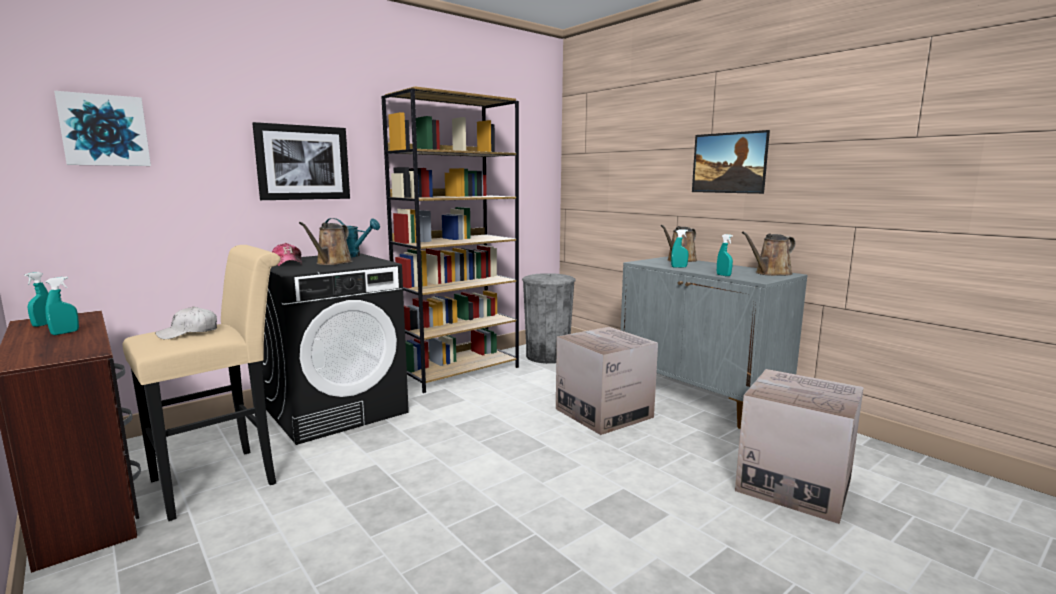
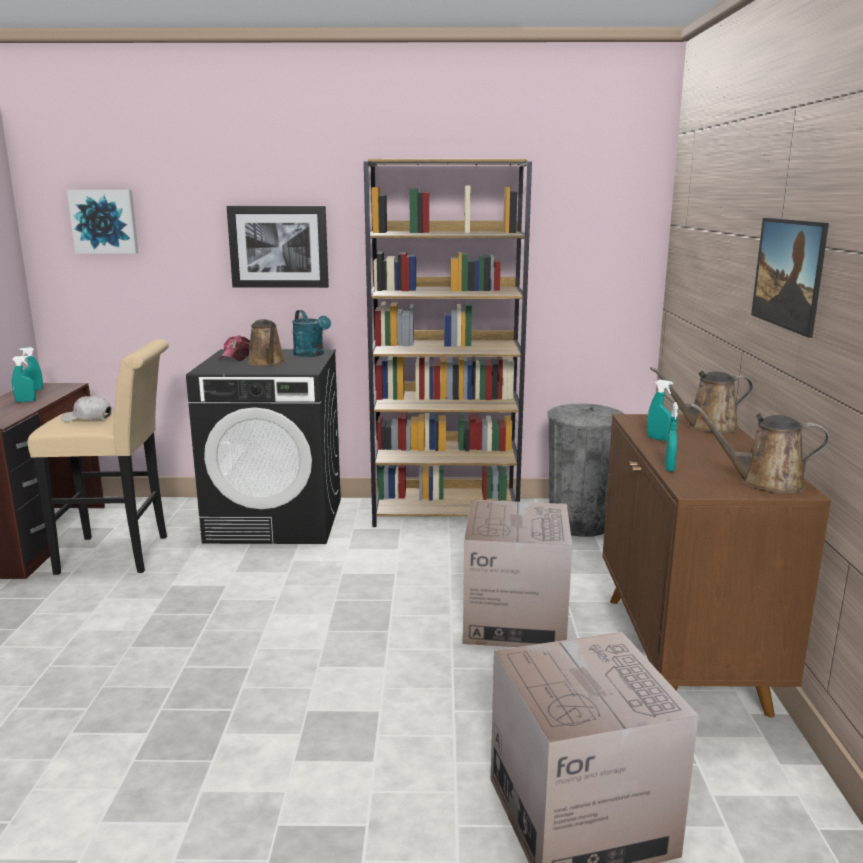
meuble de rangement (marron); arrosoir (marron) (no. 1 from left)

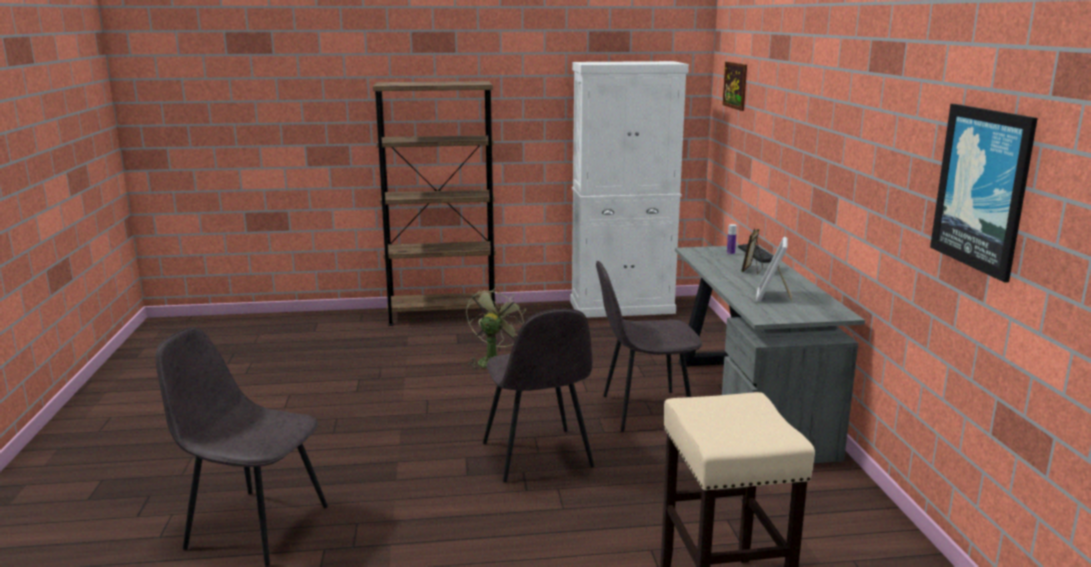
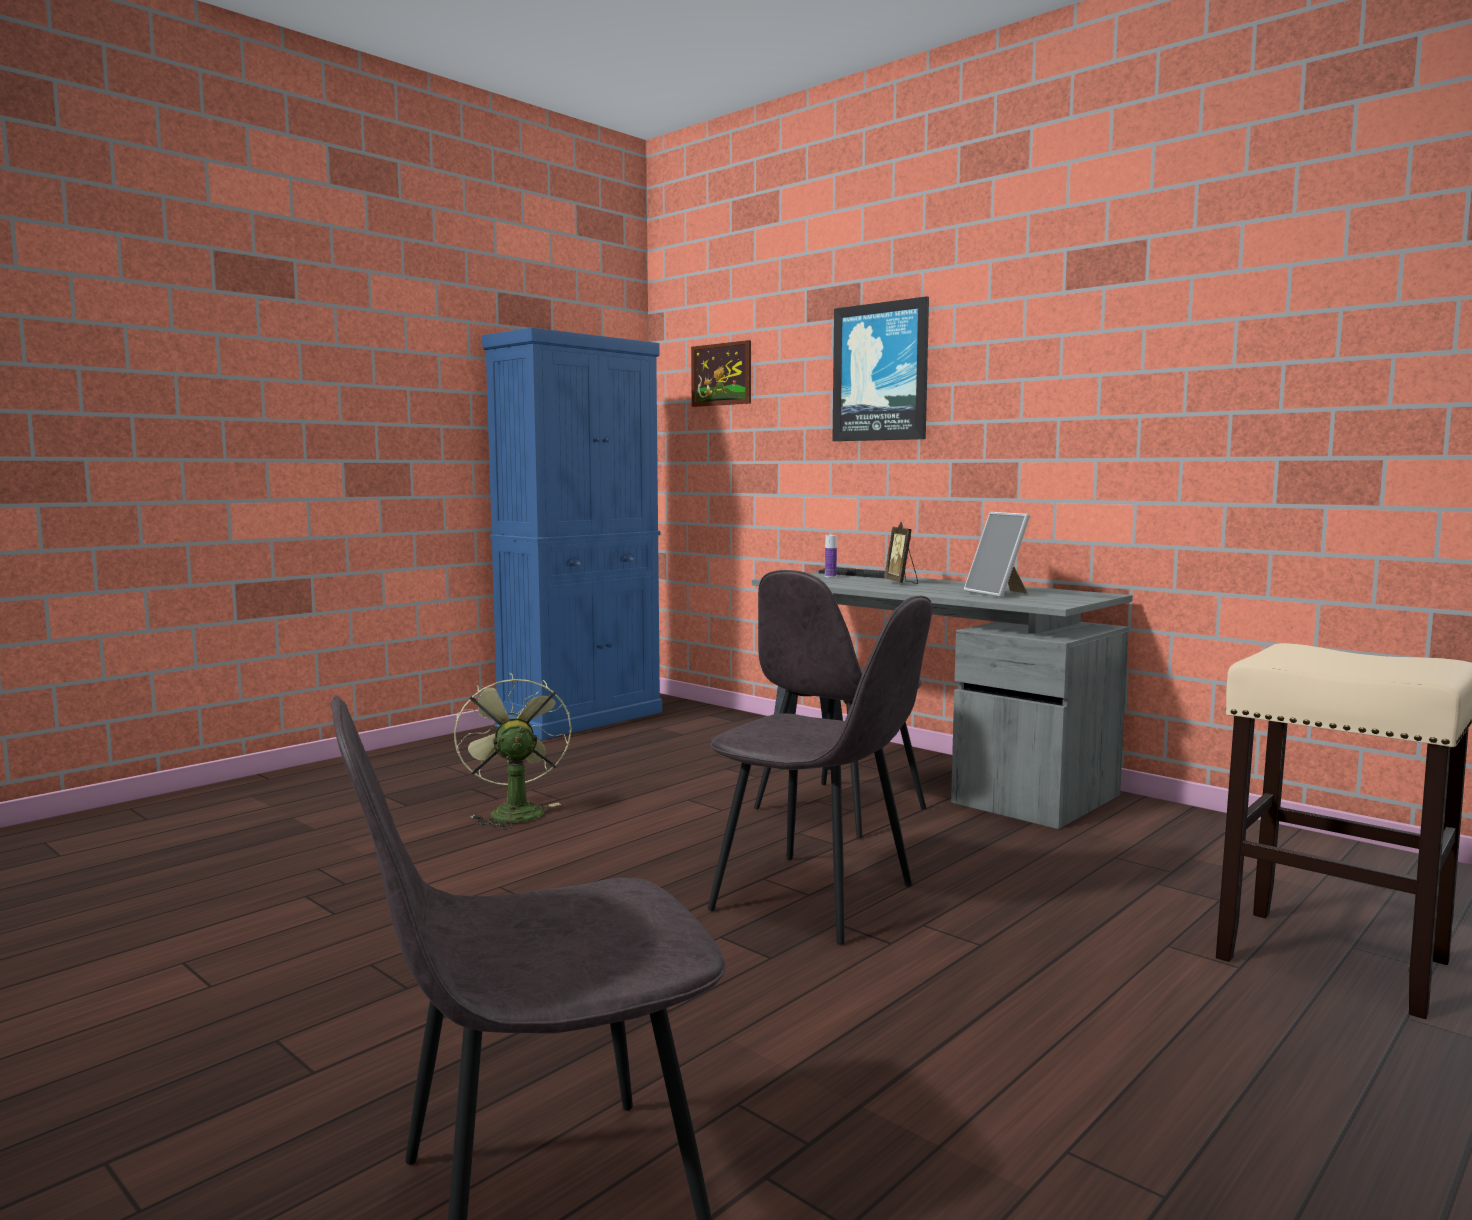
bibliothèque (marron); tableau (no. 2 from left); meuble de rangement (bleu)

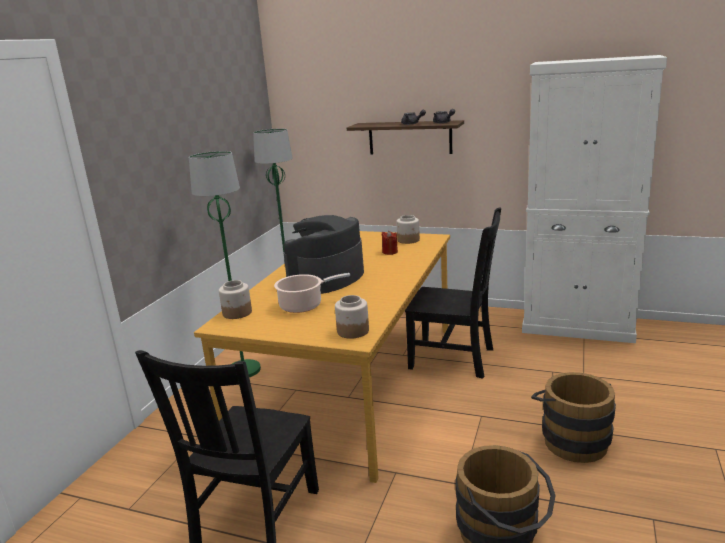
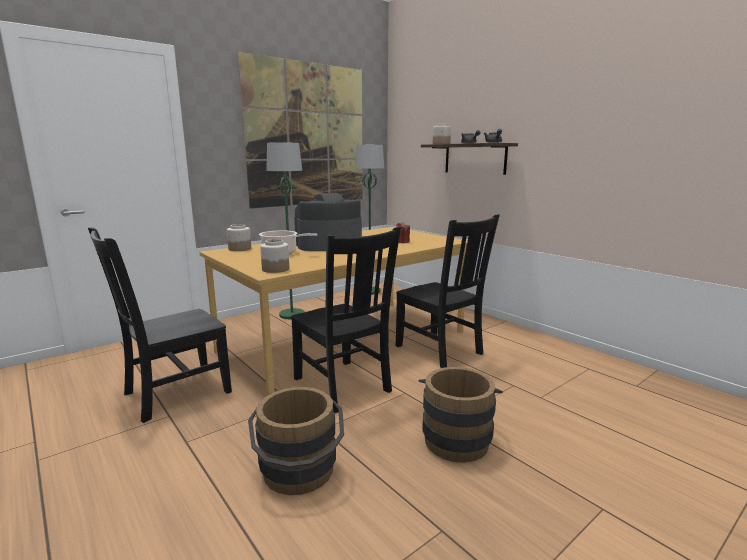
meuble de rangement (blanc); tableau; chaise (noir) (no. 2 from left); bocal (no. 3 from left)

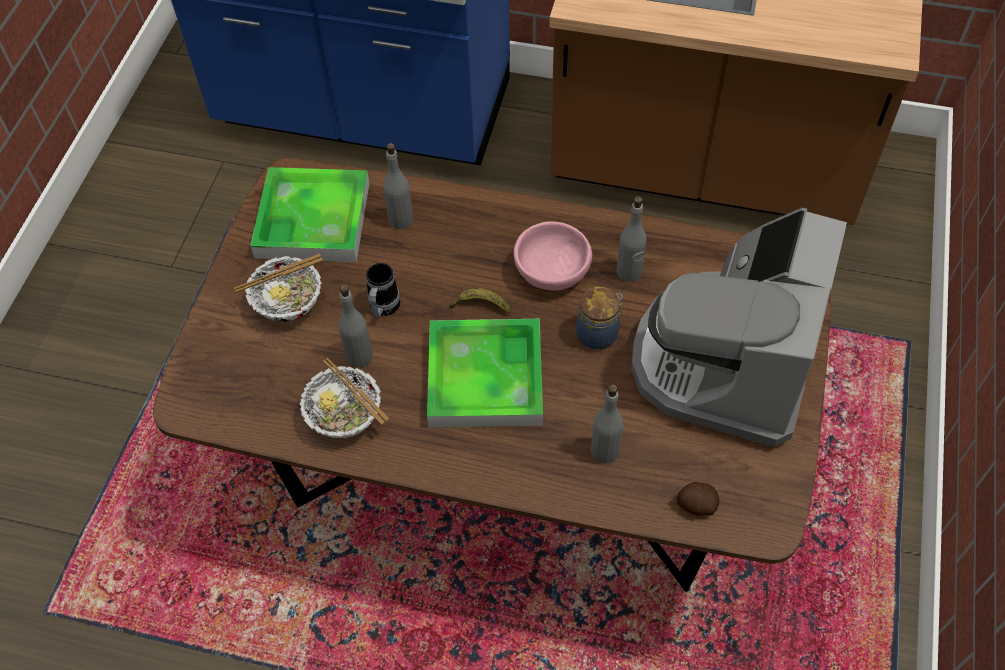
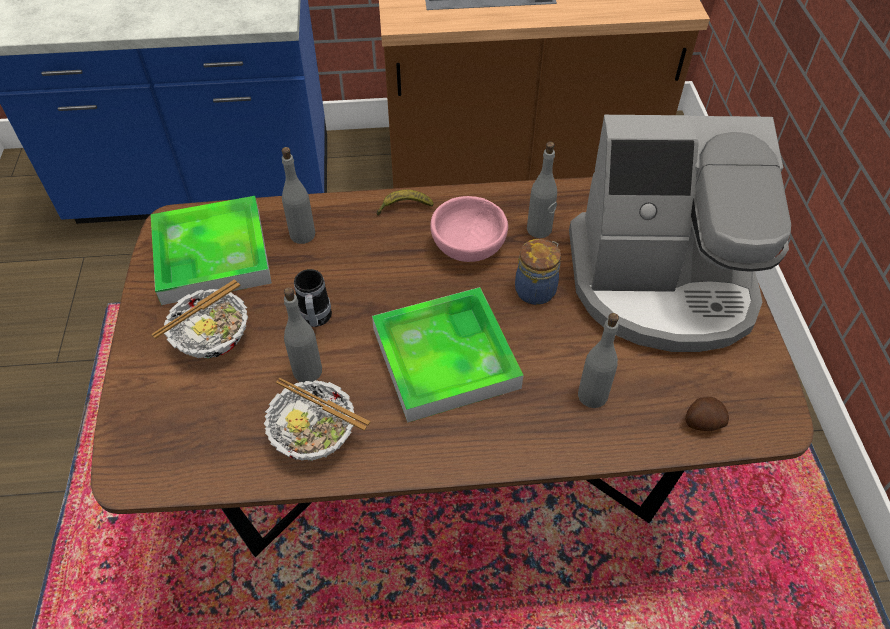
banane; machine à café

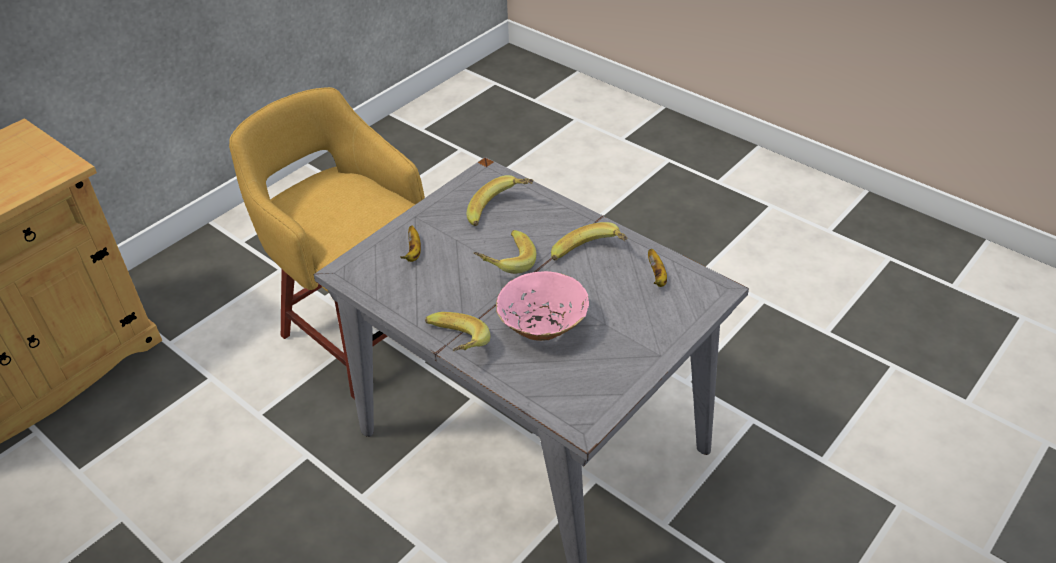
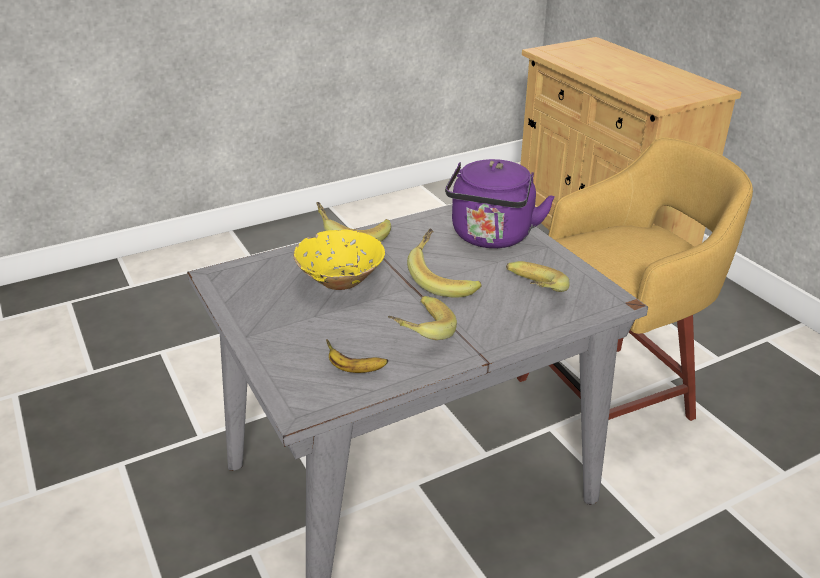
bouilloire (violet); bol (jaune)

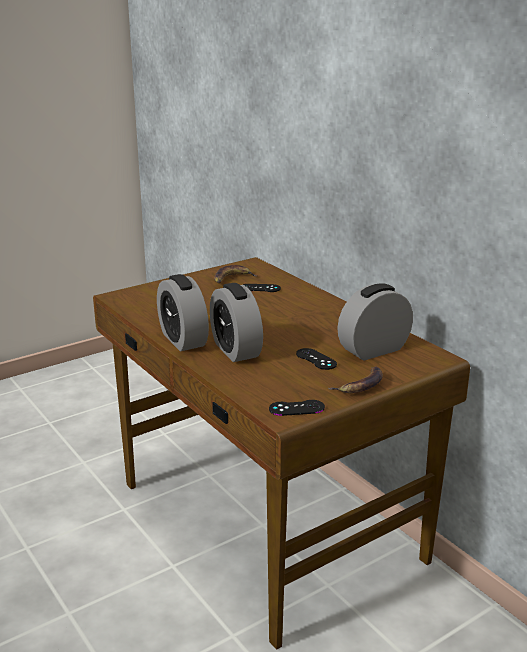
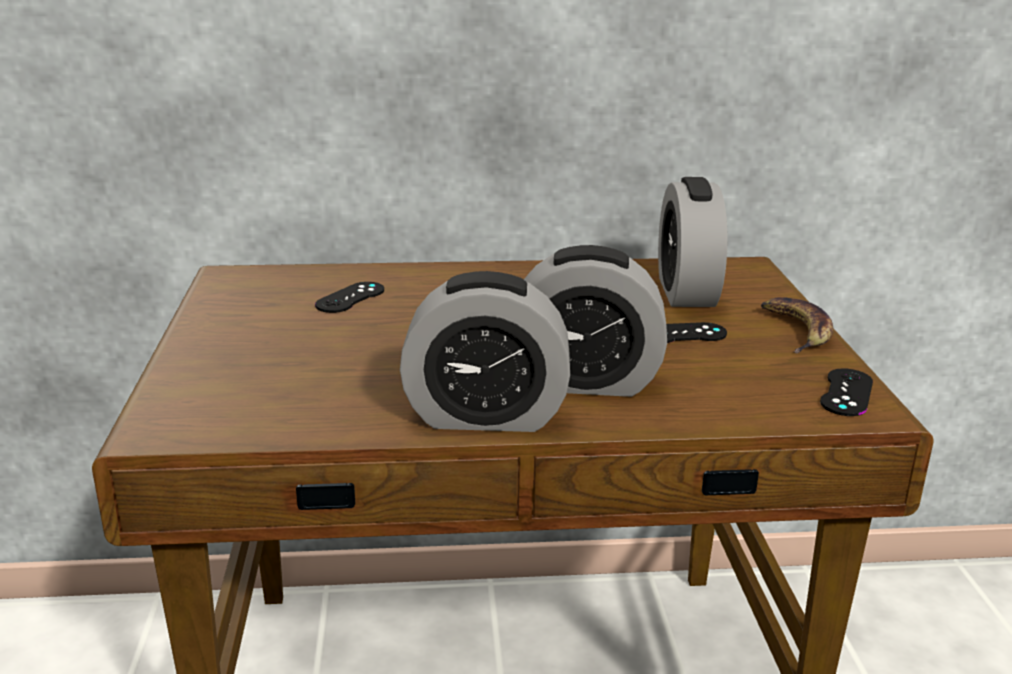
banane (no. 1 from left in the first image)

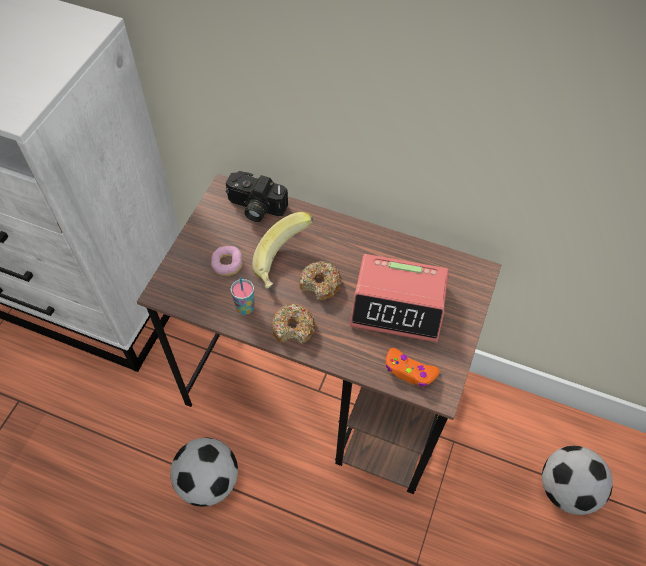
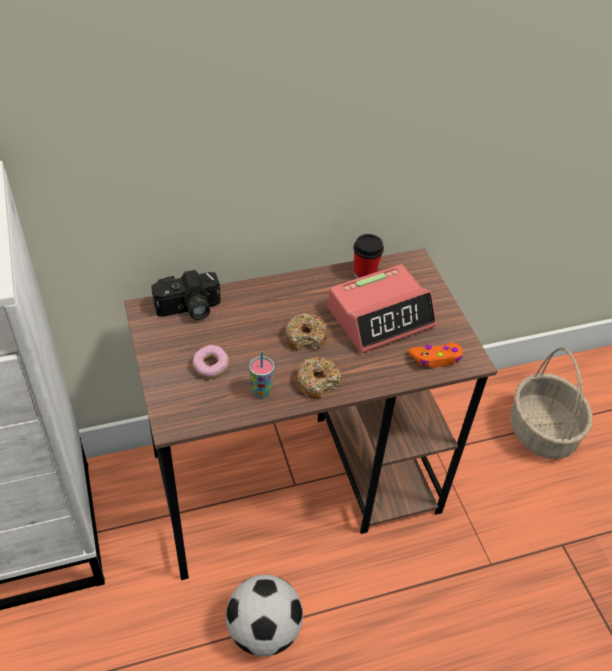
banane; tasse (no. 2 from left); panier

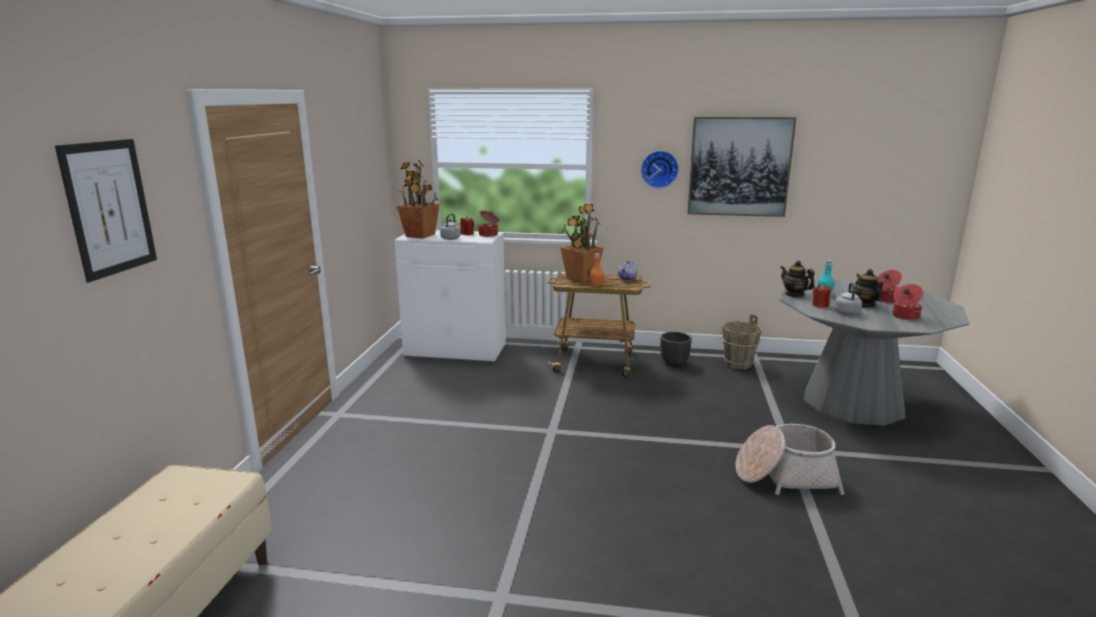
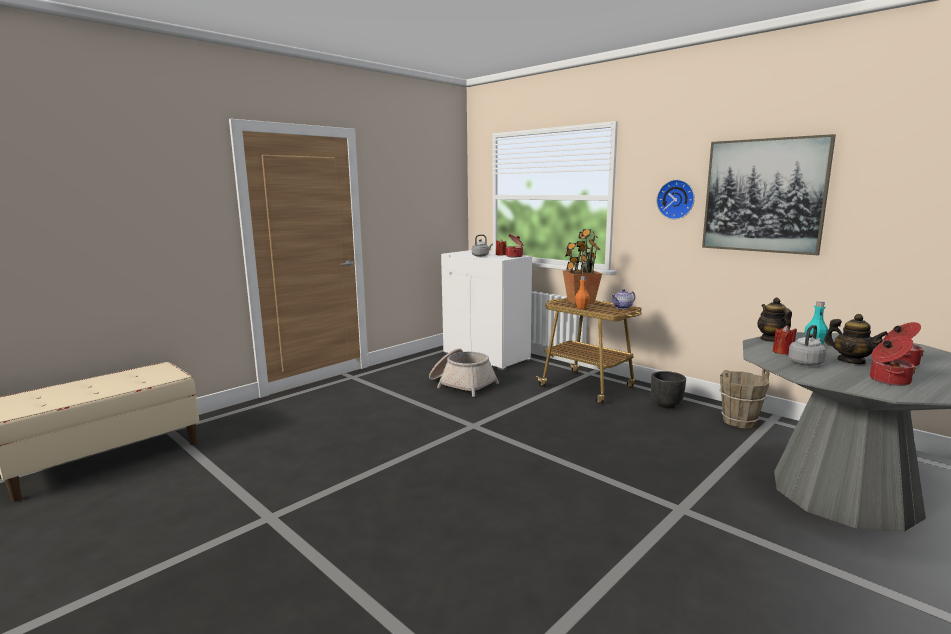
tableau (no. 1 from left in the first image); plante en pot (no. 1 from left in the first image); panier; théière (no. 3 from left)

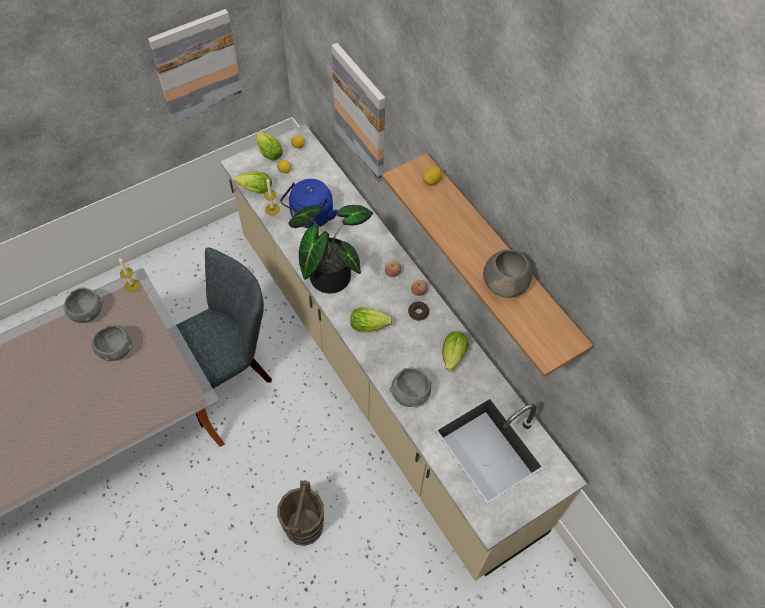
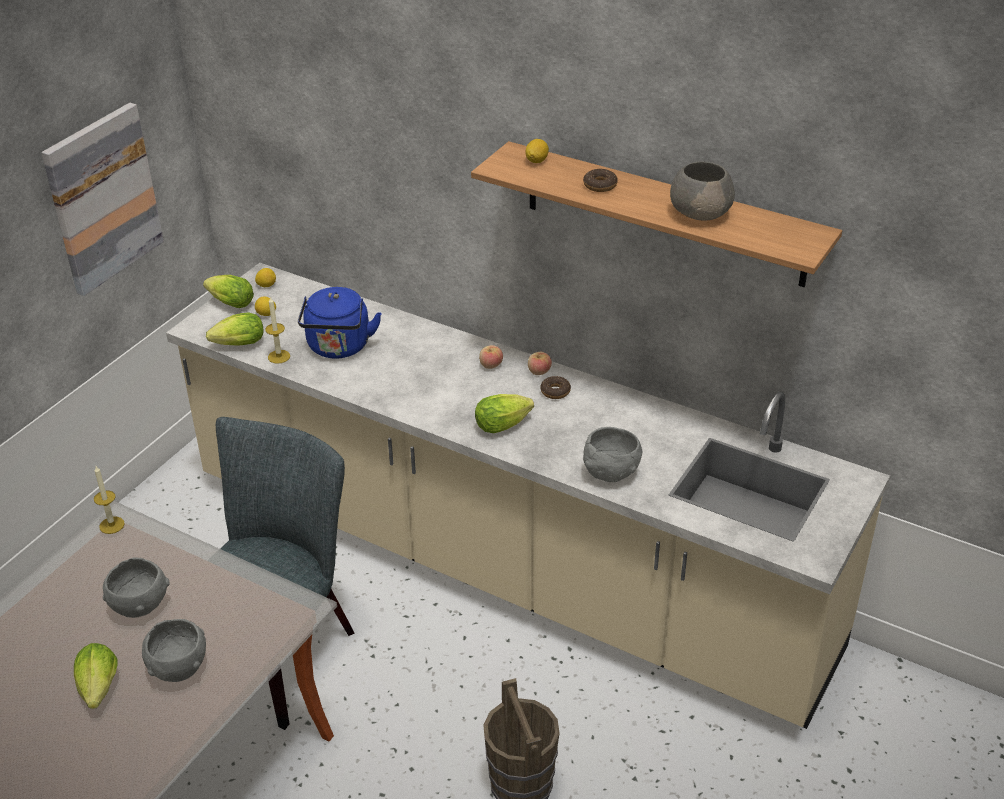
plante en pot; tableau (no. 2 from left in the first image); beignet (no. 2 from left); bol (gris) (no. 2 from left); laitue (no. 1 from left)

